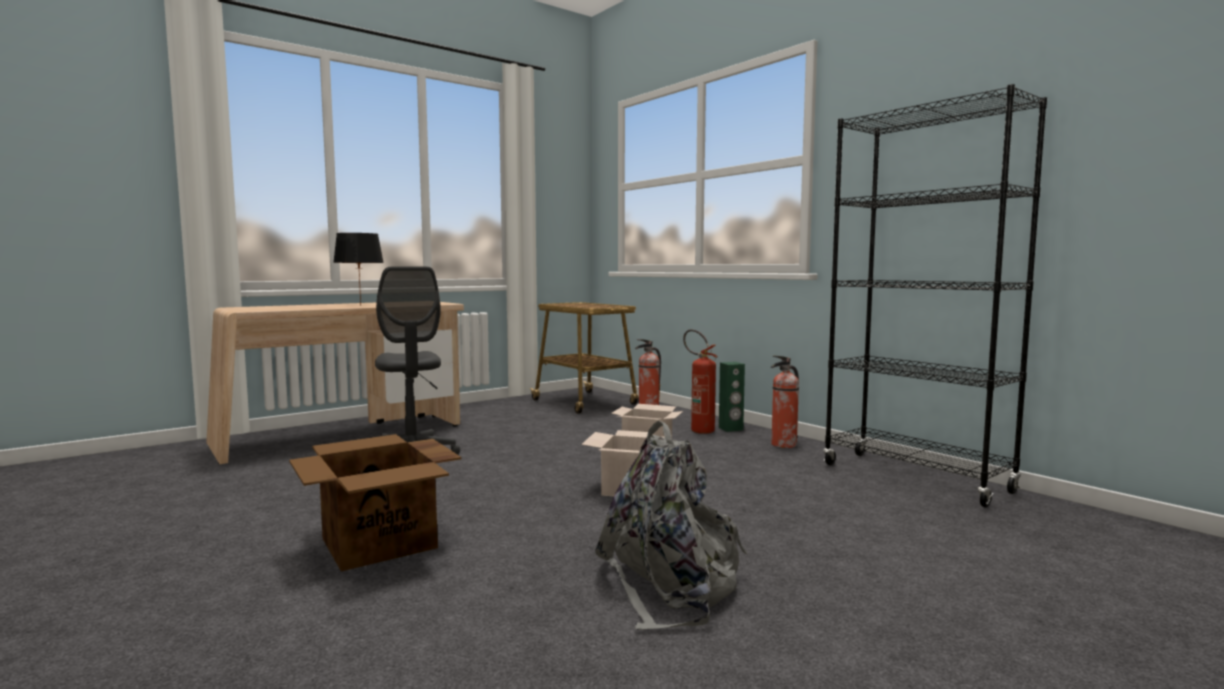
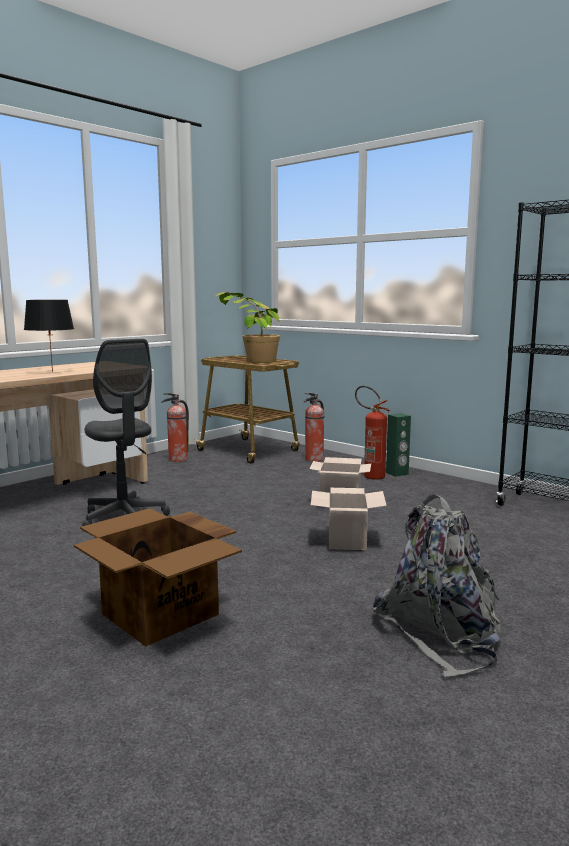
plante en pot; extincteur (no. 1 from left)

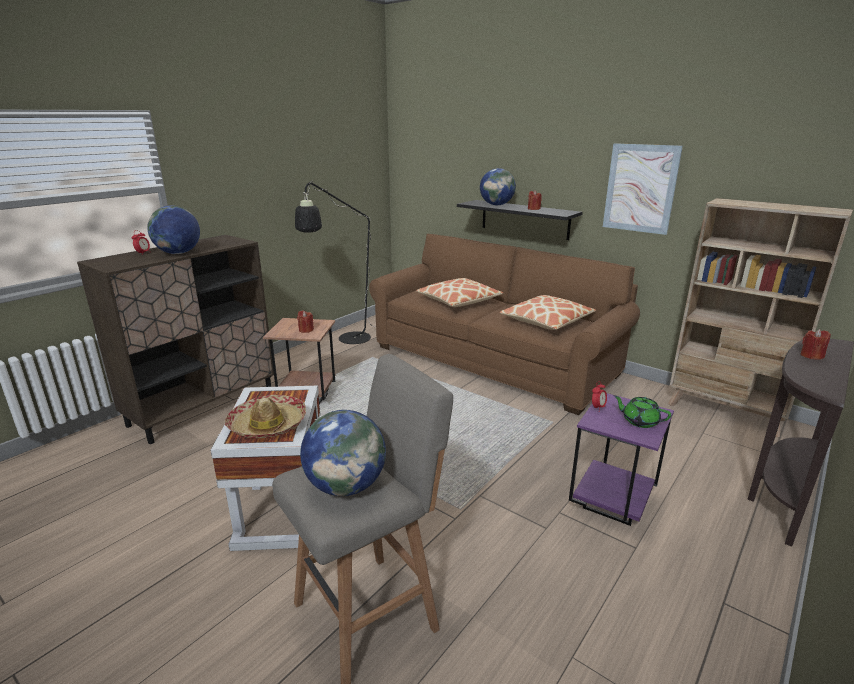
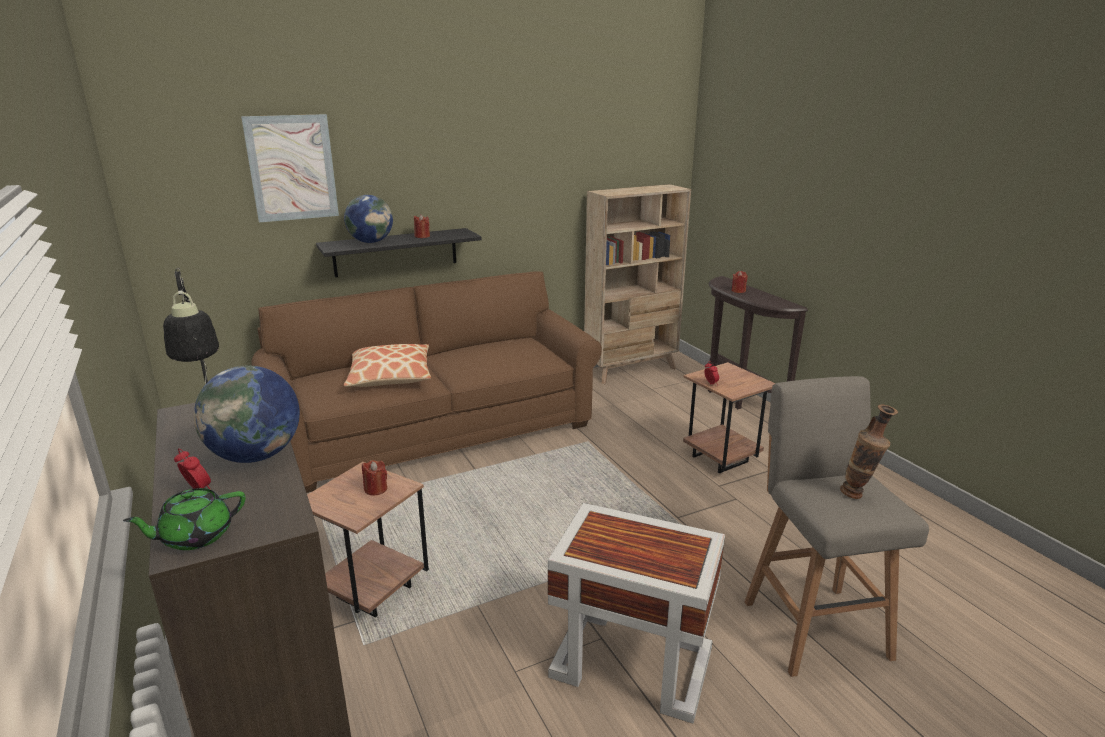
chapeau; coussin (no. 2 from left in the first image); tableau; théière (vert); vase; table d'appoint (marron) (no. 2 from left)

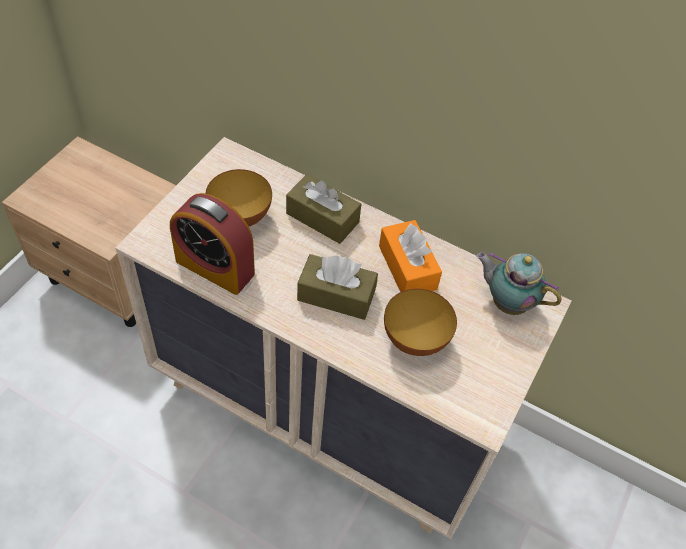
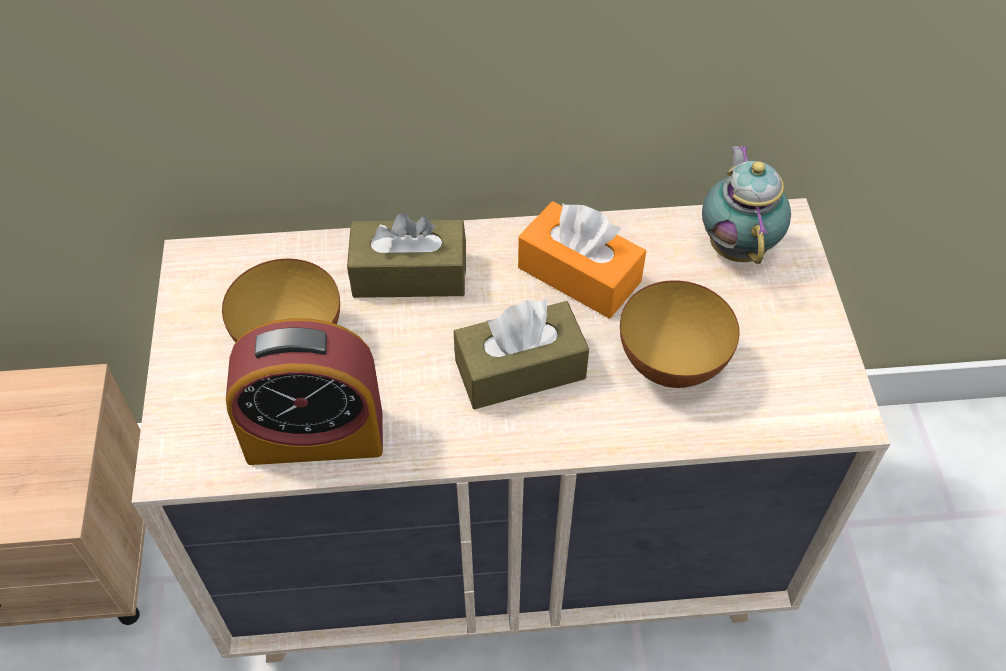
théière

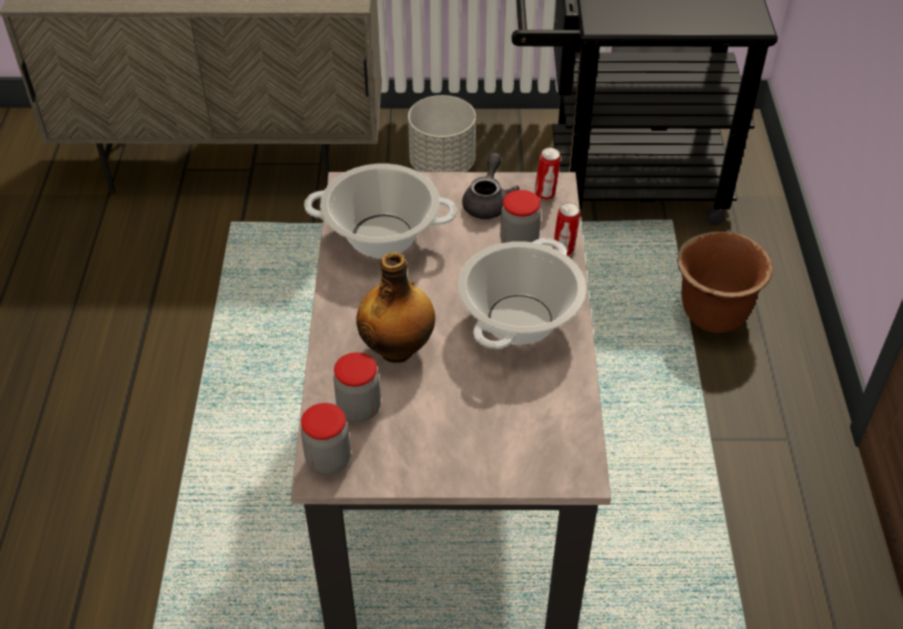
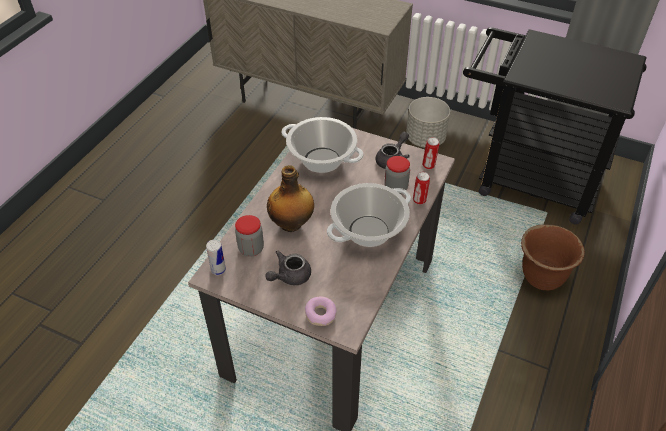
théière (gris) (no. 1 from left); beignet; boîte métallique (no. 1 from left)

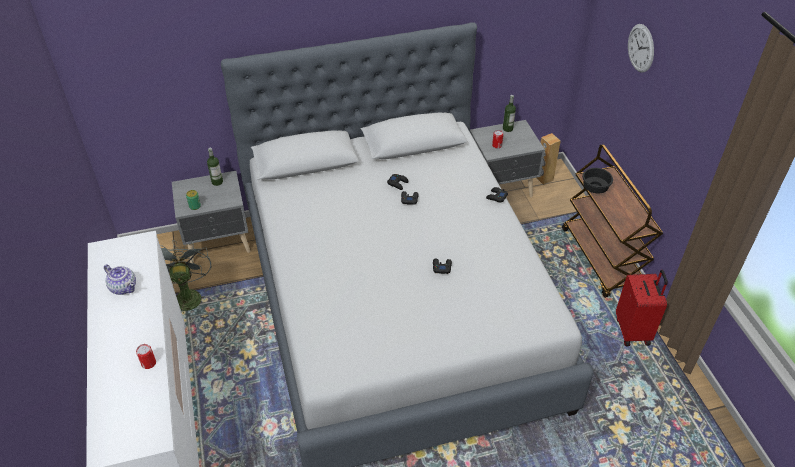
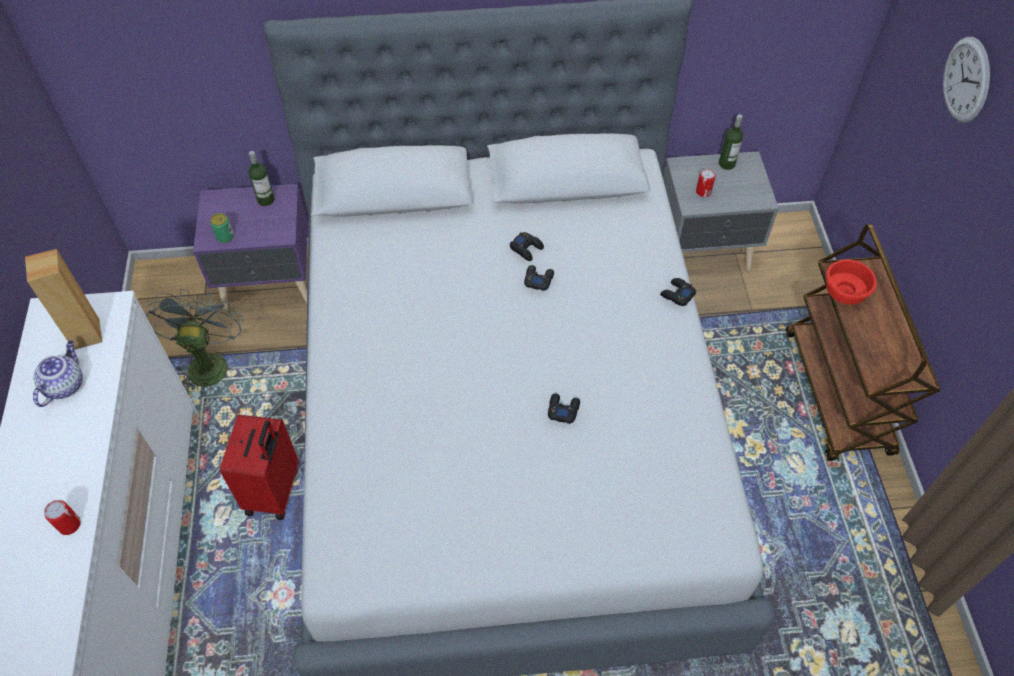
enceinte (marron); valise (rouge); table de chevet (violet); bol (rouge); théière

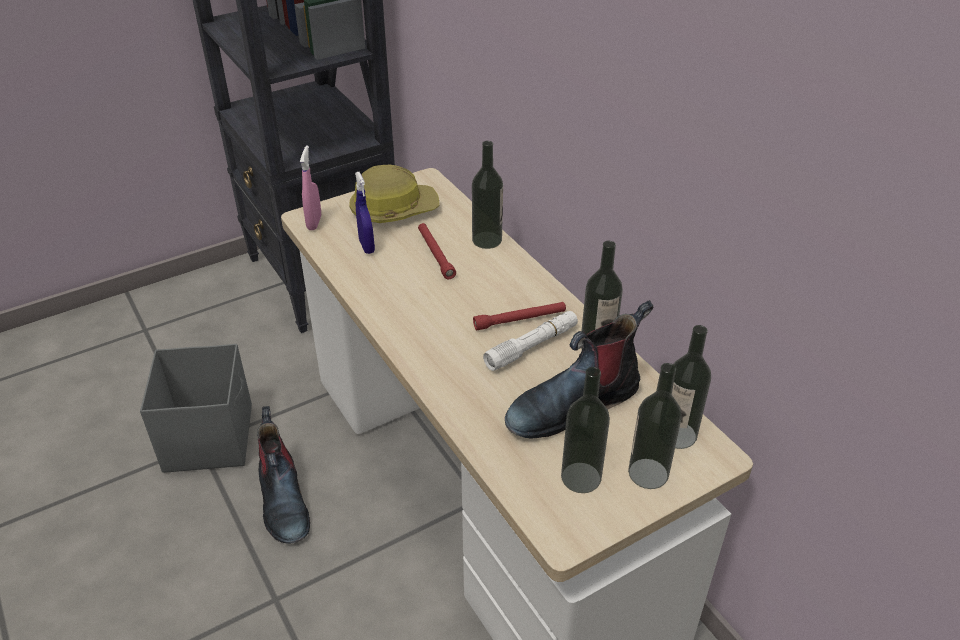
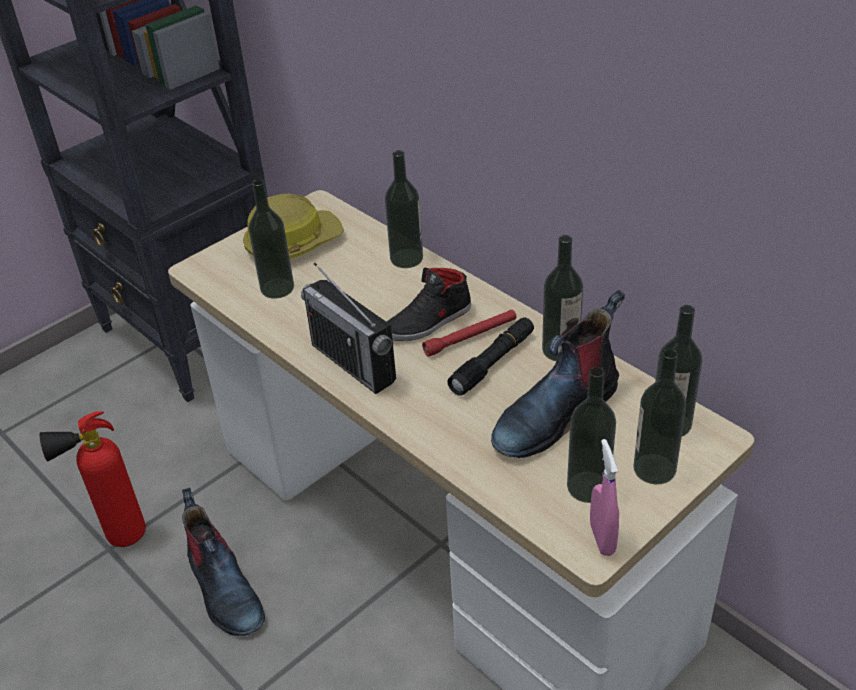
lampe de poche (rouge) (no. 1 from left in the first image); radio; chaussure (noir); vaporisateur (rose); extincteur; bouteille (no. 1 from left); lampe de poche (noir)

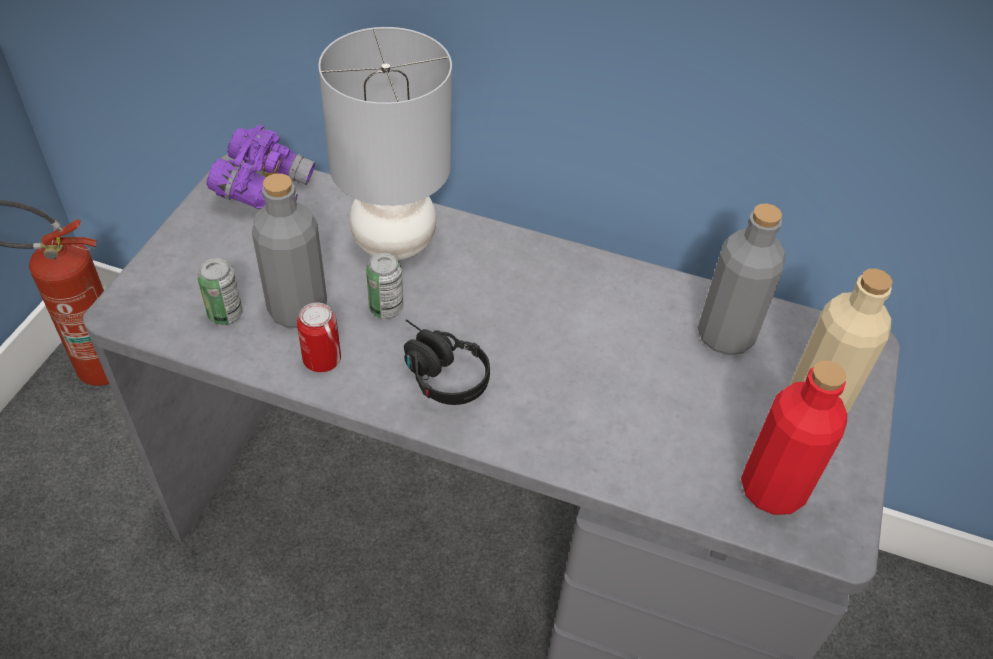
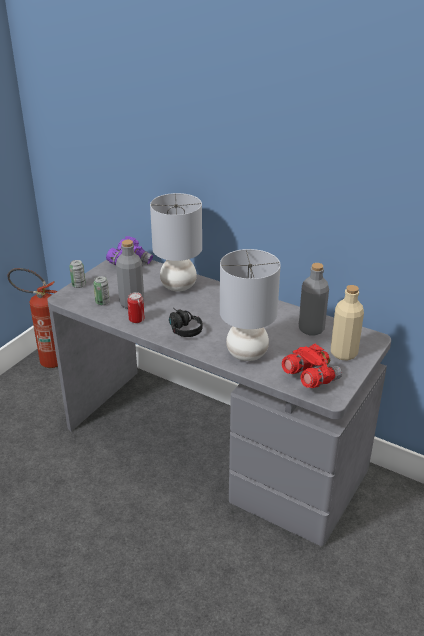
lampe de table (gris) (no. 2 from left); boîte métallique (no. 1 from left); jumelles (rouge)

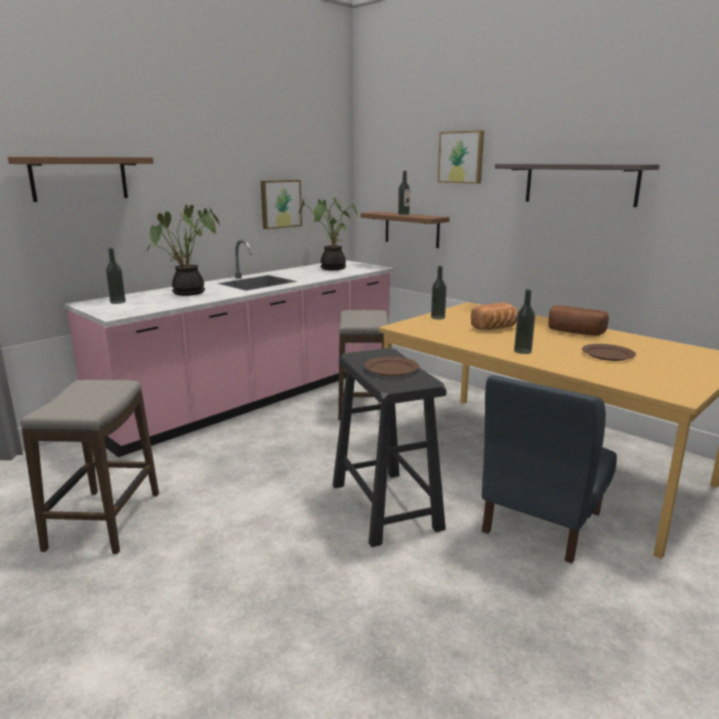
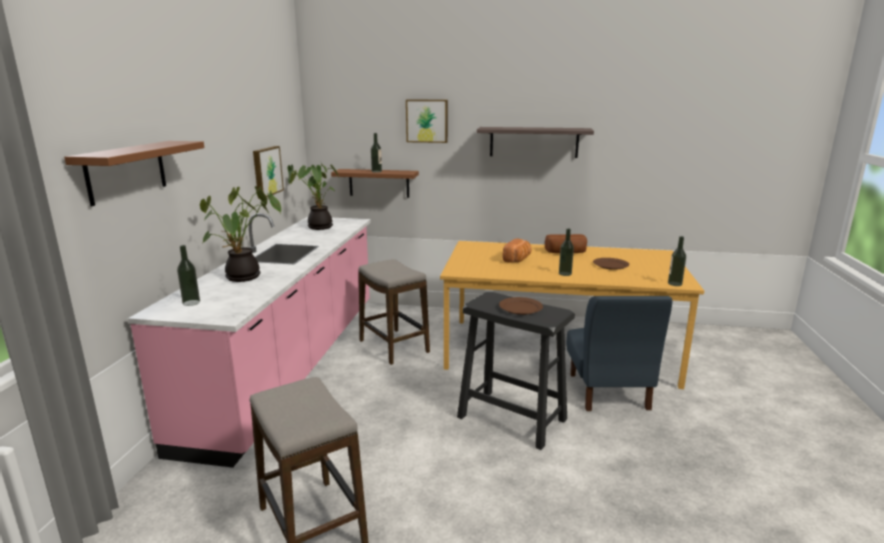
bouteille (no. 4 from left)

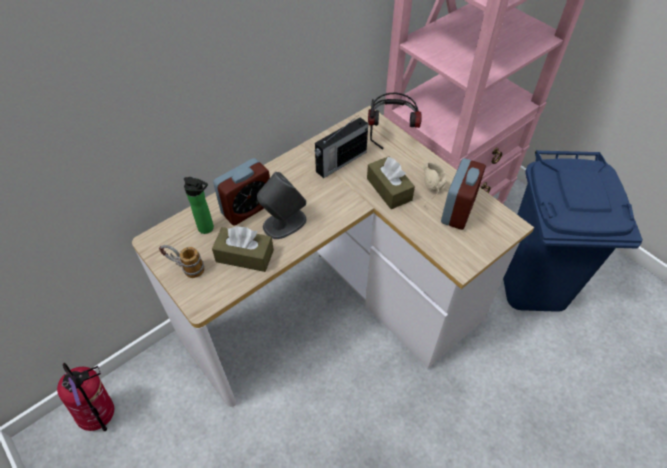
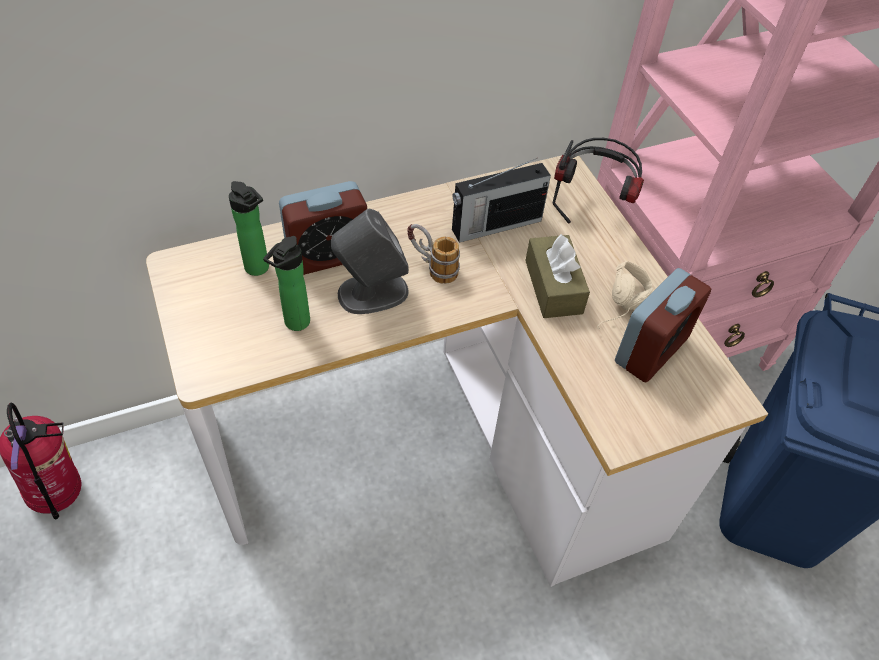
mug; bouteille (no. 2 from left)

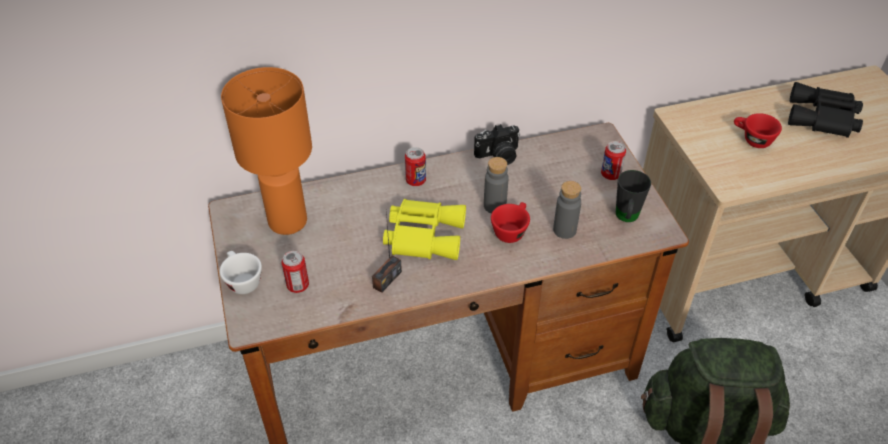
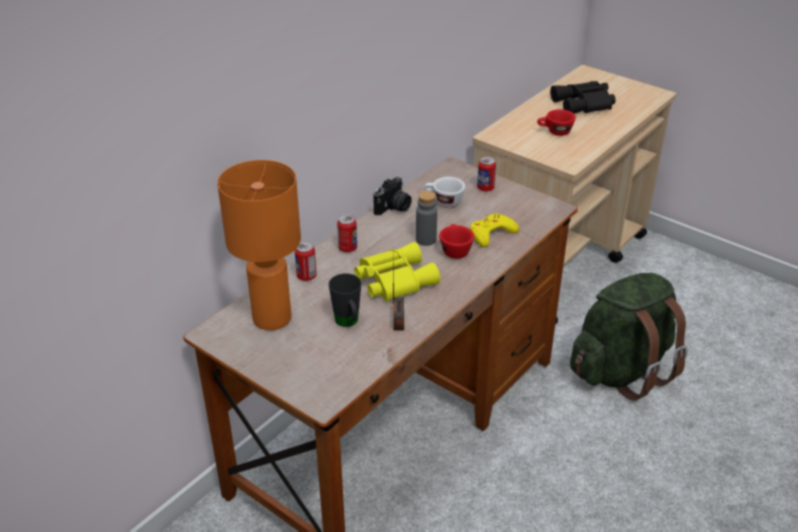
tasse (blanc); boîte métallique (no. 1 from left); mug (noir); manette (jaune)

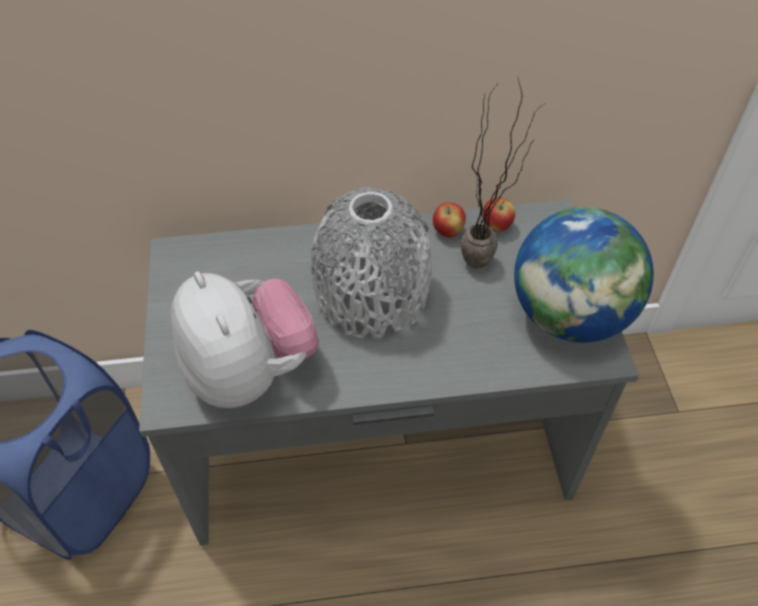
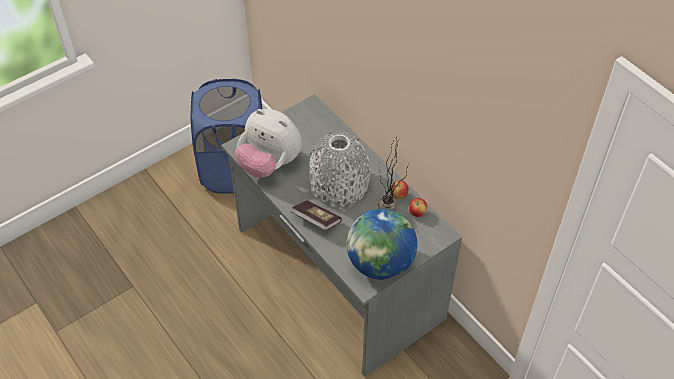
livre; peluche

